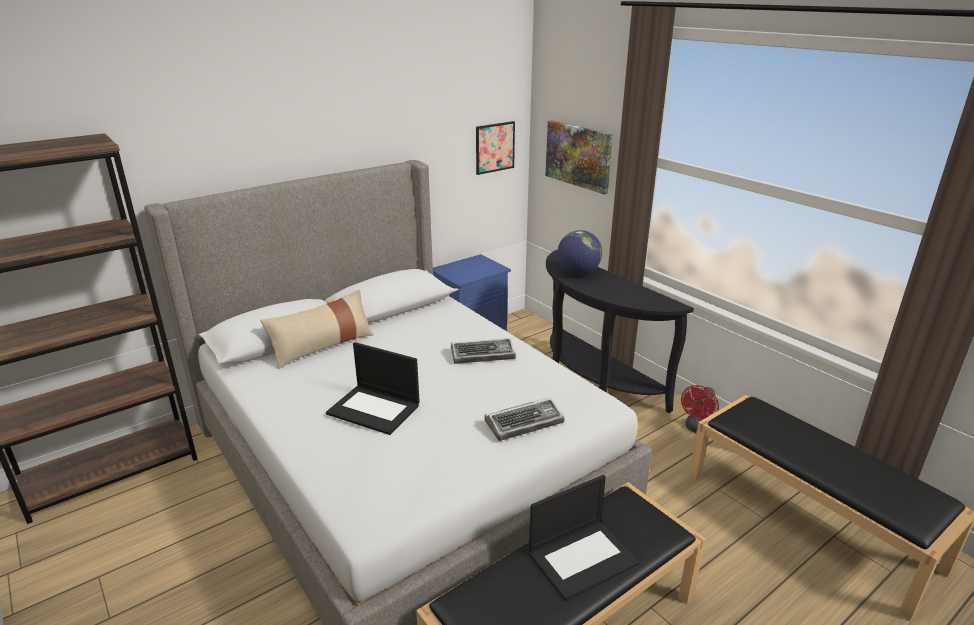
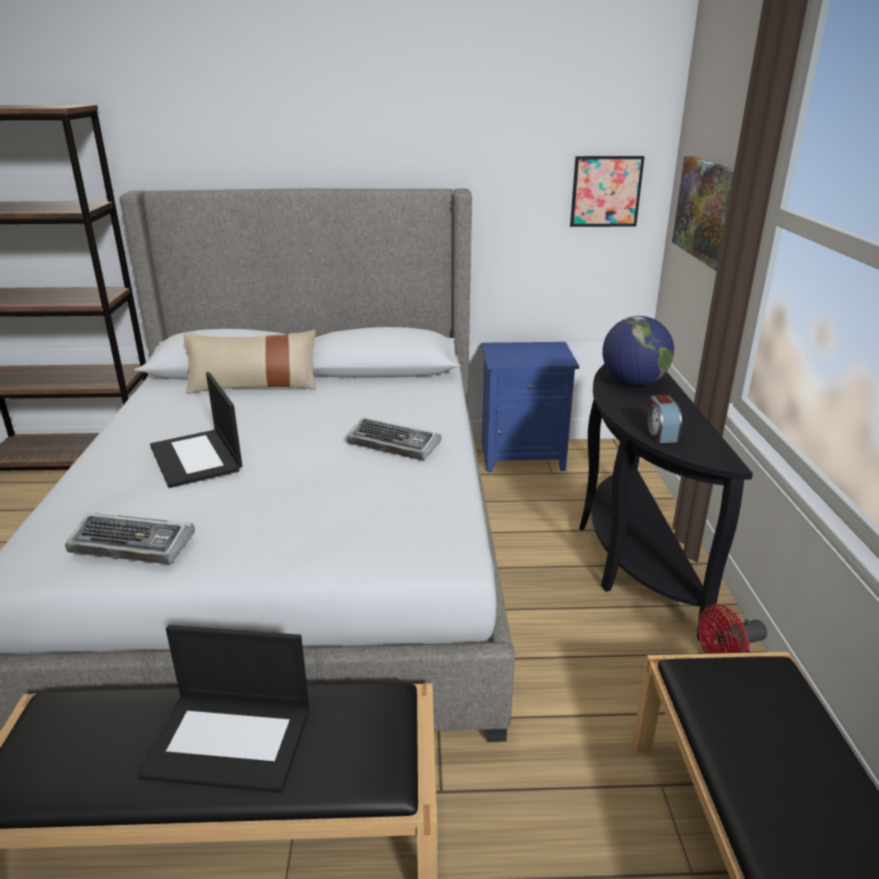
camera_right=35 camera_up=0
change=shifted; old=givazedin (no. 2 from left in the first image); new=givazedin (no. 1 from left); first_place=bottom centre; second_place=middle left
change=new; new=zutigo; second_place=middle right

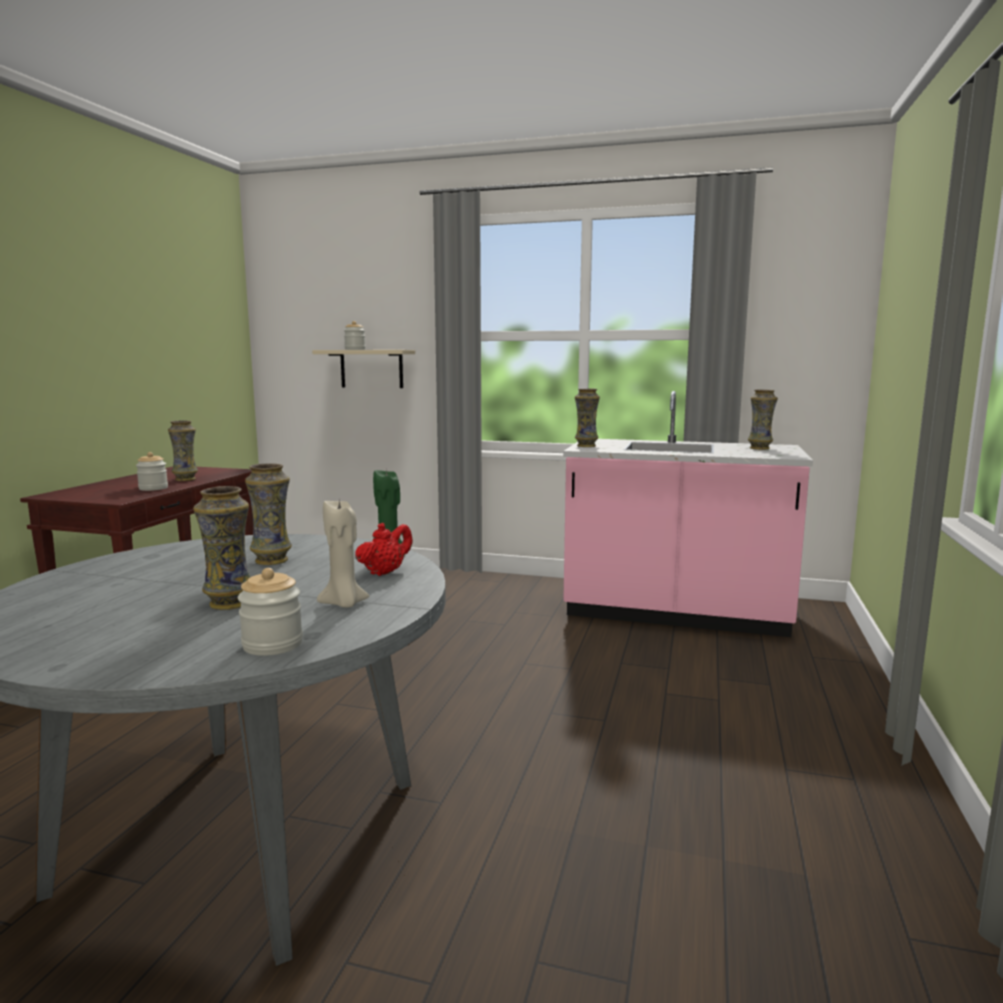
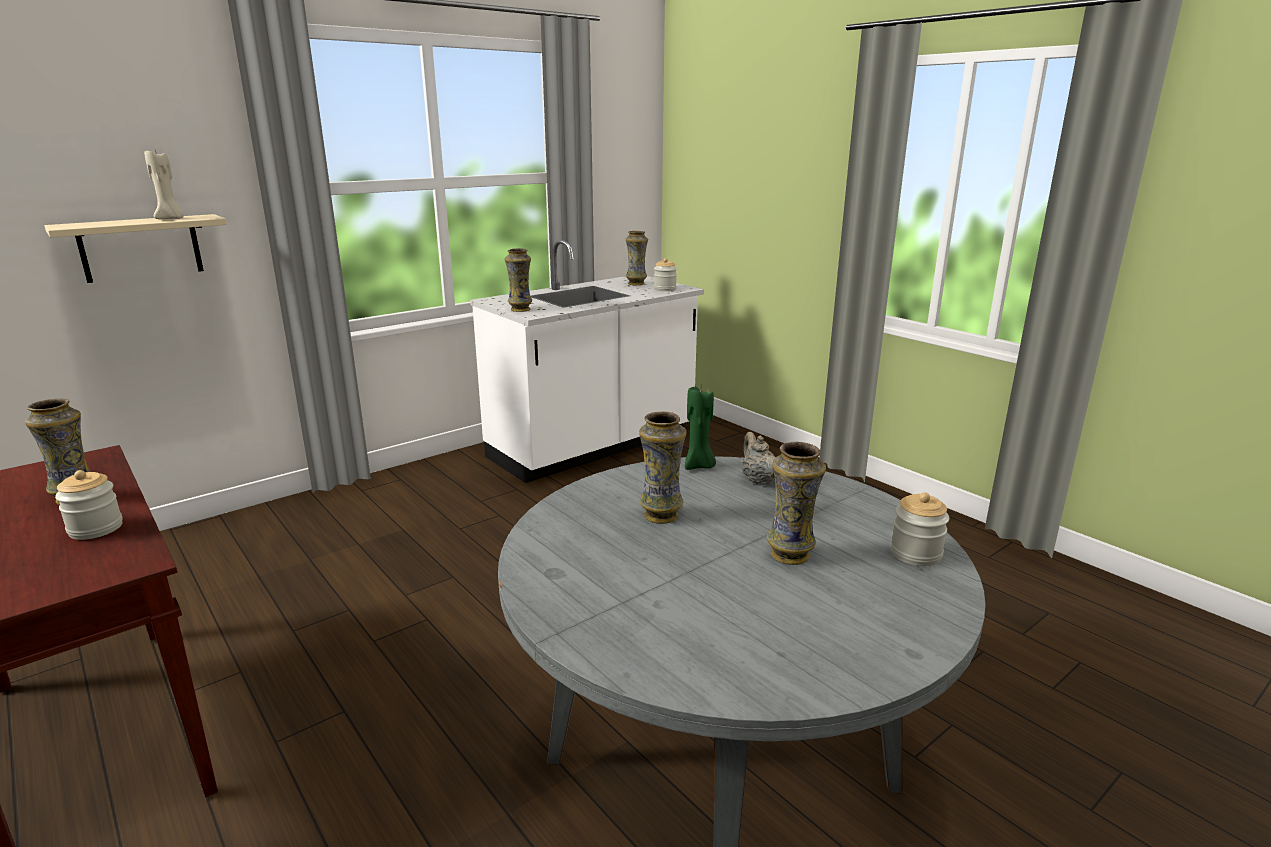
camera_right=-55 camera_up=10
change=shifted; old=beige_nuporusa; first_place=centre; second_place=top left
change=repainted; old=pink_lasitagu; new=white_lasitagu; first_place=middle right; second_place=centre
change=shifted; old=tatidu (no. 3 from left in the first image); new=tatidu (no. 2 from left); first_place=centre; second_place=top centre
change=repainted; old=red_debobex; new=beige_debobex; first_place=centre; second_place=centre

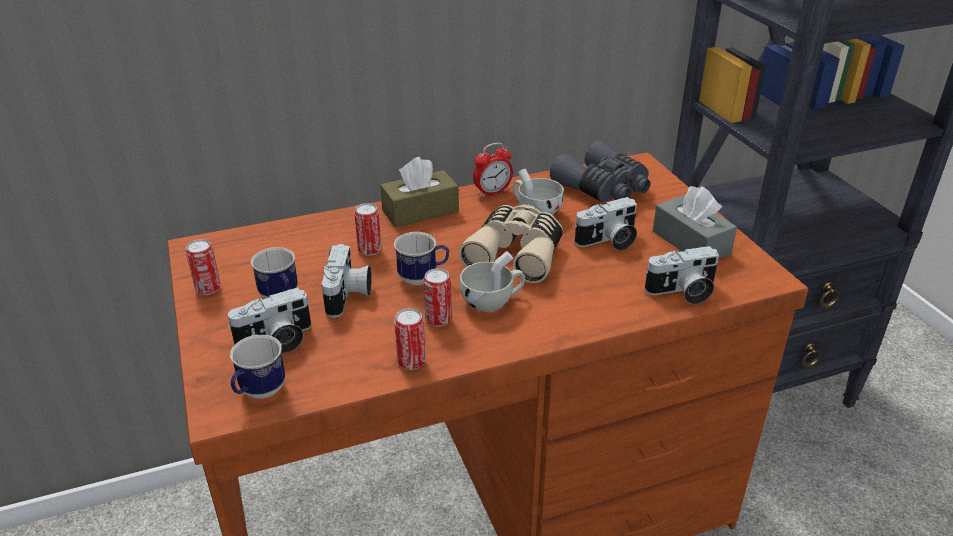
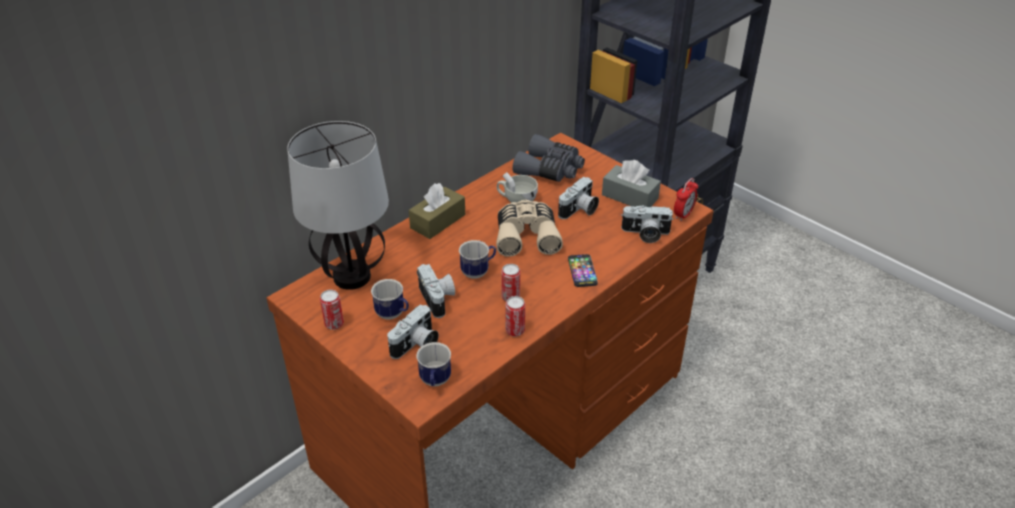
camera_right=-25 camera_up=5
change=new; new=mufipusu; second_place=middle left
change=new; new=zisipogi; second_place=centre
change=rotated; old=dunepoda (no. 4 from left); first_place=middle right; second_place=centre; degrees=45
change=shifted; old=zutigo; first_place=top centre; second_place=middle right
change=gone; old=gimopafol (no. 2 from left); first_place=centre
change=gone; old=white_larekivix (no. 1 from left); first_place=centre

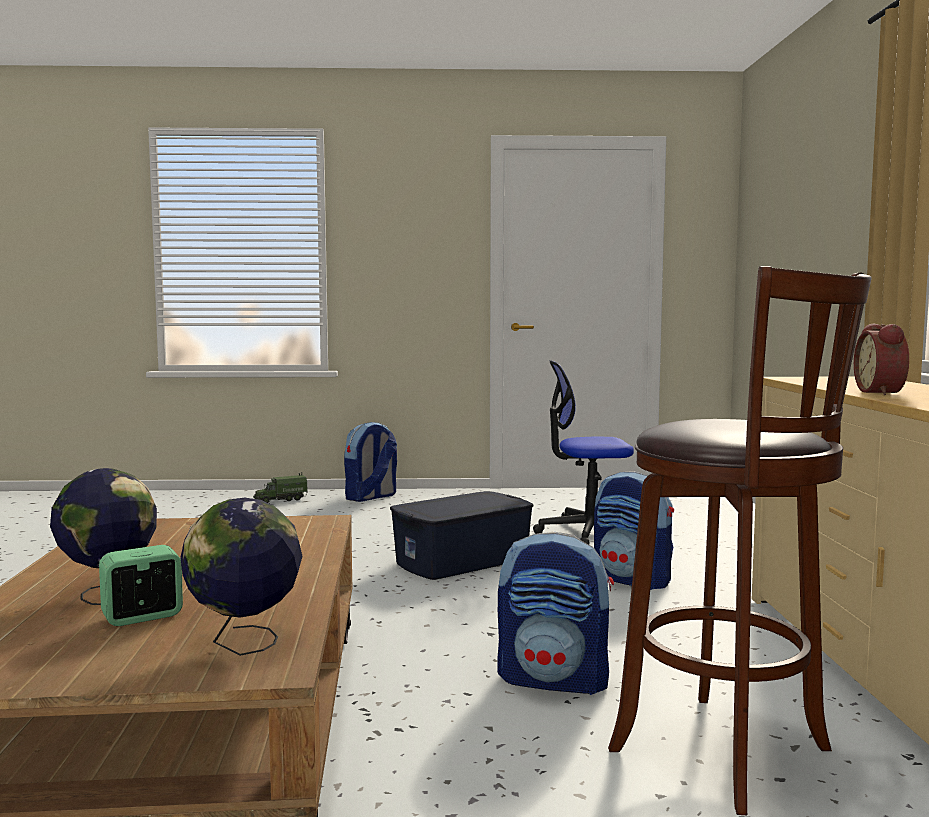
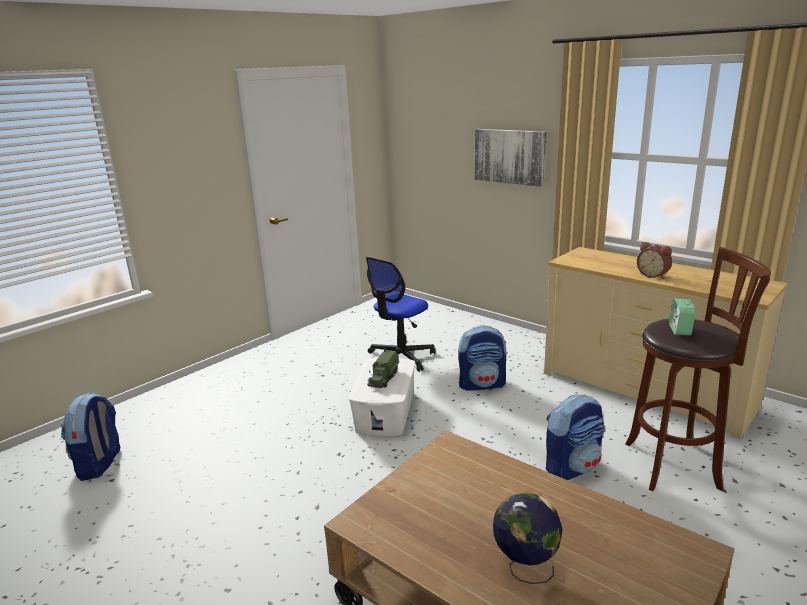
camera_right=-45 camera_up=15
change=shifted; old=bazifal (no. 1 from left); first_place=centre; second_place=bottom left
change=repainted; old=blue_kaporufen; new=white_kaporufen; first_place=centre; second_place=centre
change=shifted; old=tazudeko; first_place=middle left; second_place=centre
change=new; new=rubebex; second_place=top centre
change=shifted; old=zutigo (no. 1 from left in the first image); new=zutigo (no. 2 from left); first_place=bottom left; second_place=middle right
change=gone; old=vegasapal (no. 2 from left); first_place=bottom left

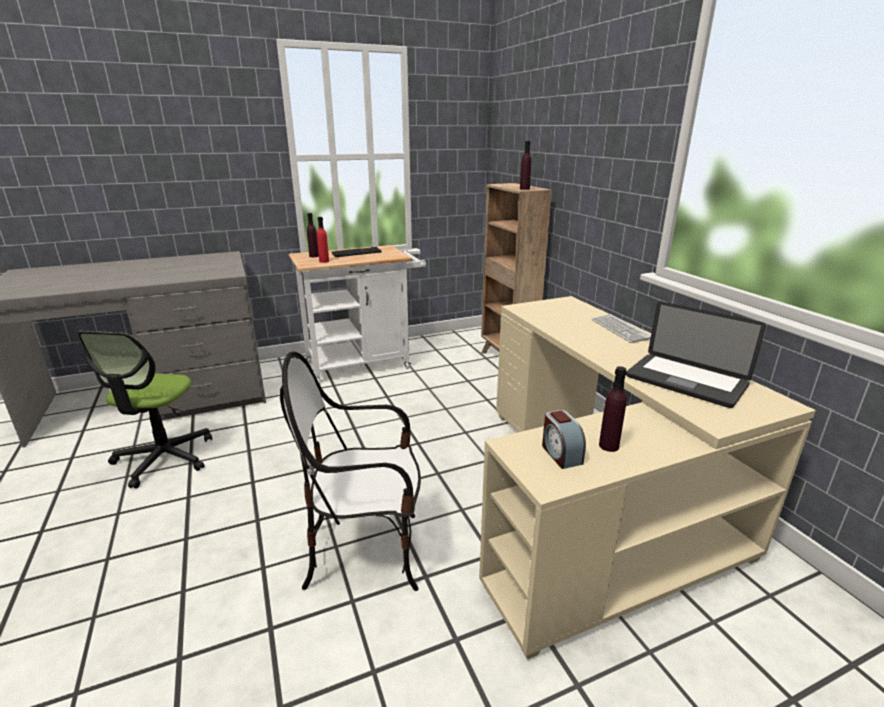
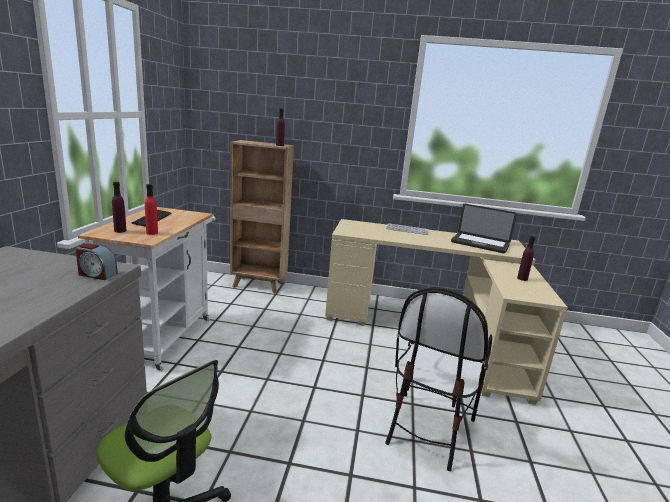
camera_right=-60 camera_up=-5
change=shifted; old=zutigo; first_place=centre; second_place=middle left
change=rotated; old=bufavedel; first_place=middle right; second_place=middle right; degrees=45

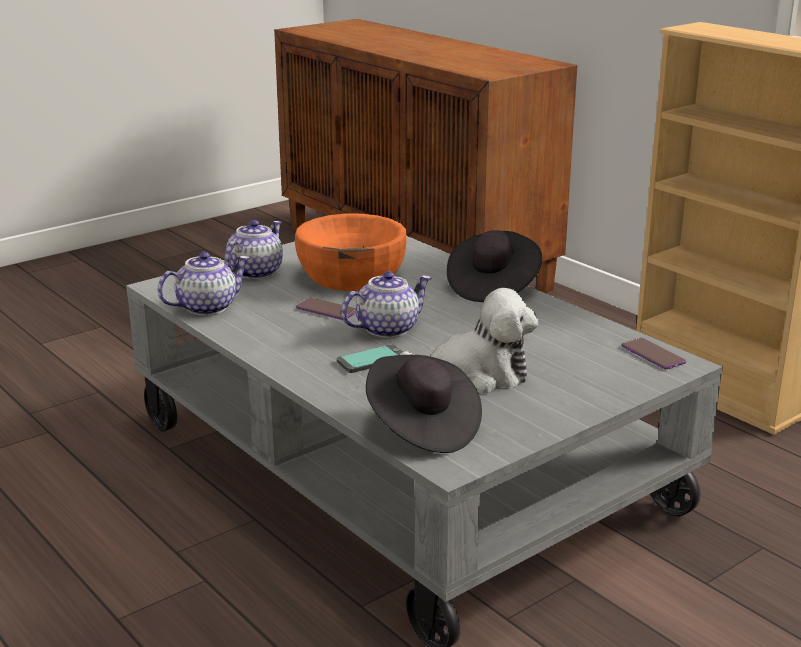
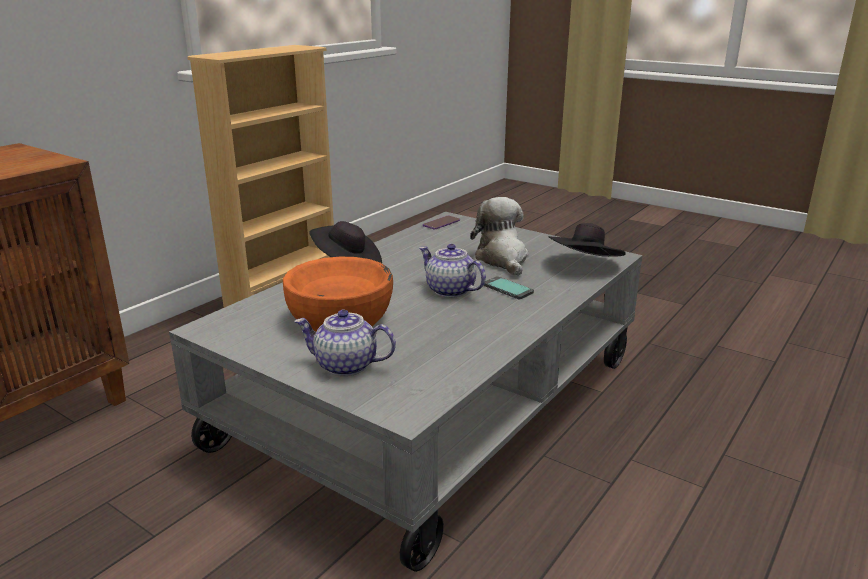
camera_right=-105 camera_up=0
change=gone; old=debobex (no. 1 from left); first_place=middle left
change=gone; old=zisipogi (no. 1 from left); first_place=centre

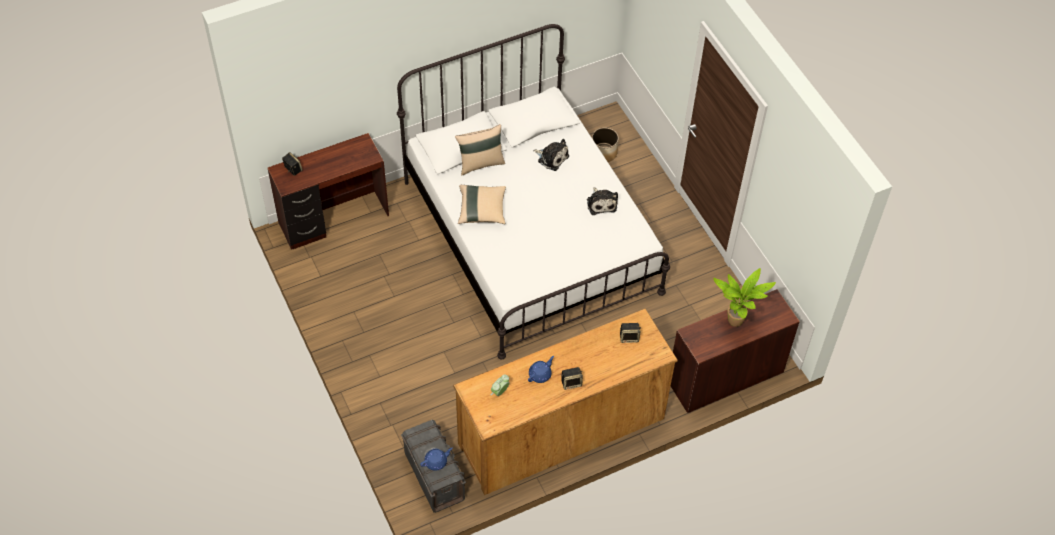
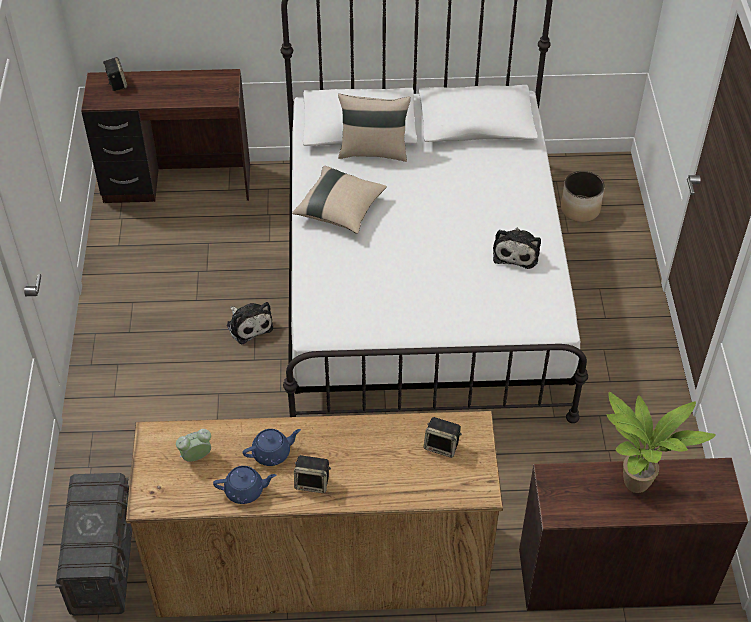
camera_right=25 camera_up=-5
change=shifted; old=blue_debobex (no. 1 from left); first_place=bottom centre; second_place=bottom left
change=shifted; old=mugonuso (no. 1 from left); first_place=top centre; second_place=middle left

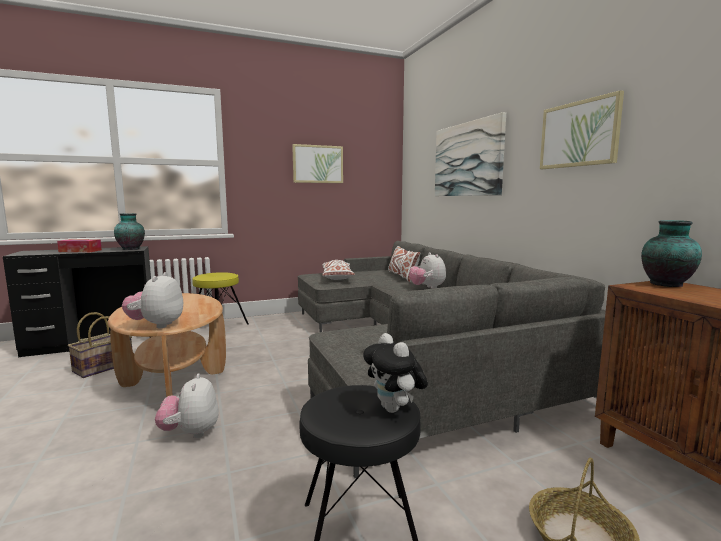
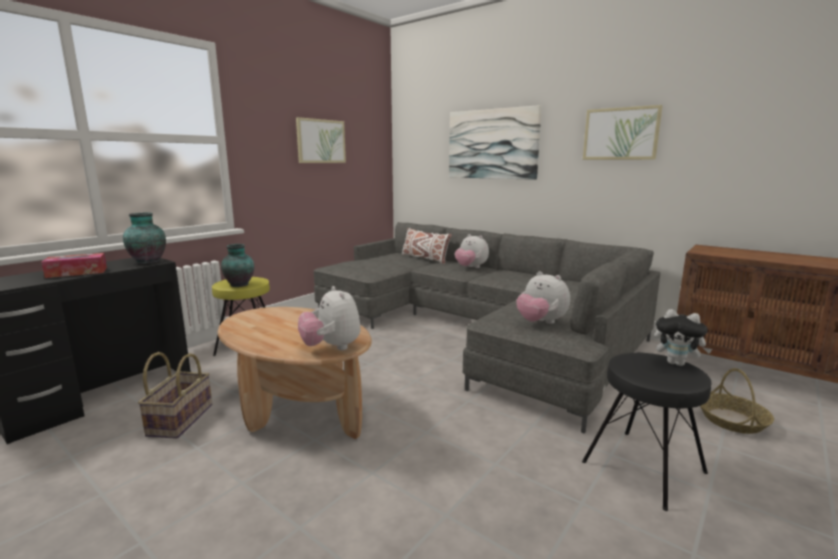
camera_right=-30 camera_up=5
change=shifted; old=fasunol (no. 2 from left); first_place=middle right; second_place=middle left
change=shifted; old=mugonuso (no. 2 from left in the first image); new=mugonuso (no. 3 from left); first_place=bottom left; second_place=centre
change=gone; old=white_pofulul (no. 1 from left); first_place=centre

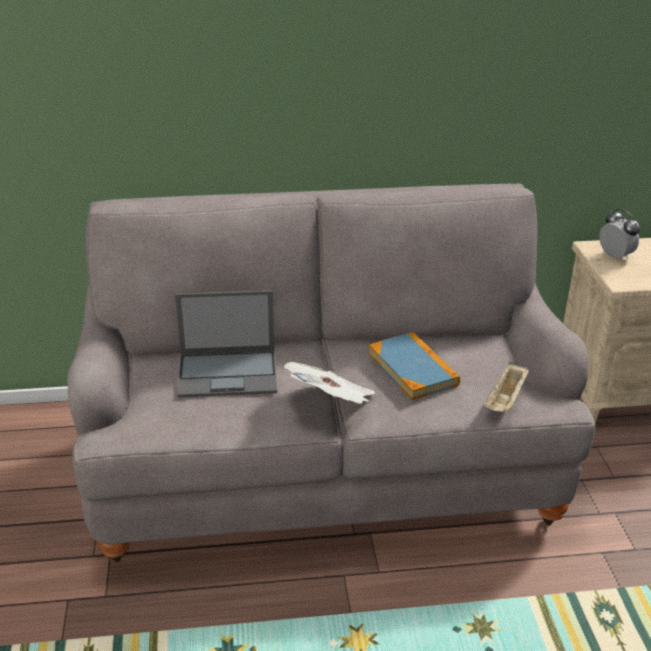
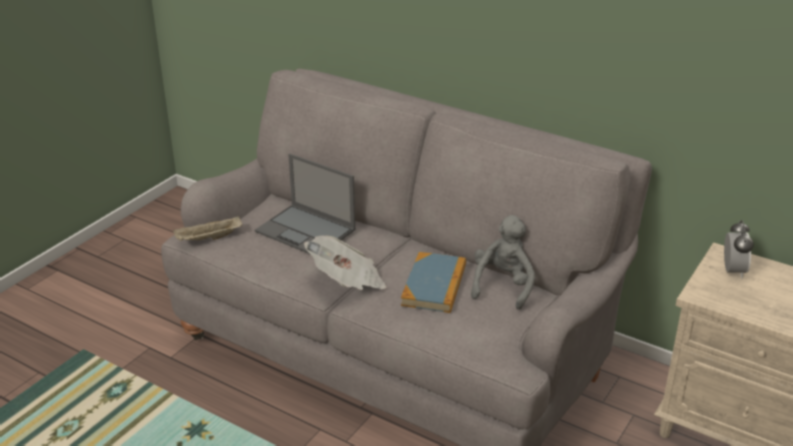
camera_right=40 camera_up=0
change=shifted; old=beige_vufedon; first_place=middle right; second_place=middle left
change=new; new=grey_mugonuso; second_place=centre

